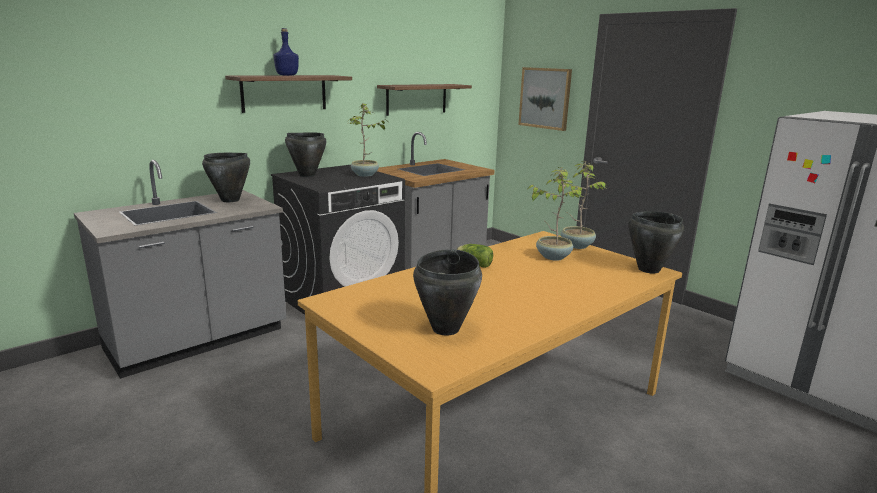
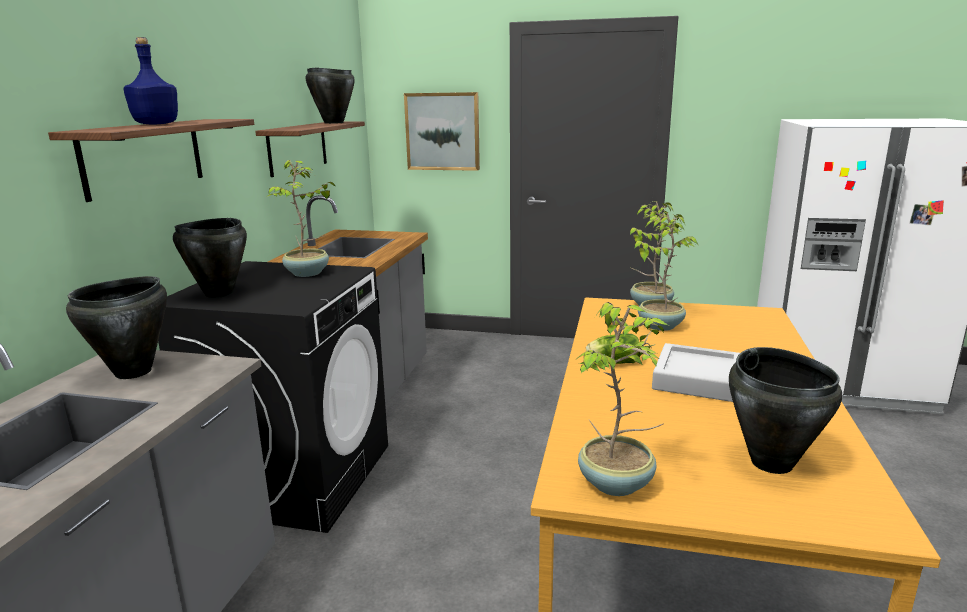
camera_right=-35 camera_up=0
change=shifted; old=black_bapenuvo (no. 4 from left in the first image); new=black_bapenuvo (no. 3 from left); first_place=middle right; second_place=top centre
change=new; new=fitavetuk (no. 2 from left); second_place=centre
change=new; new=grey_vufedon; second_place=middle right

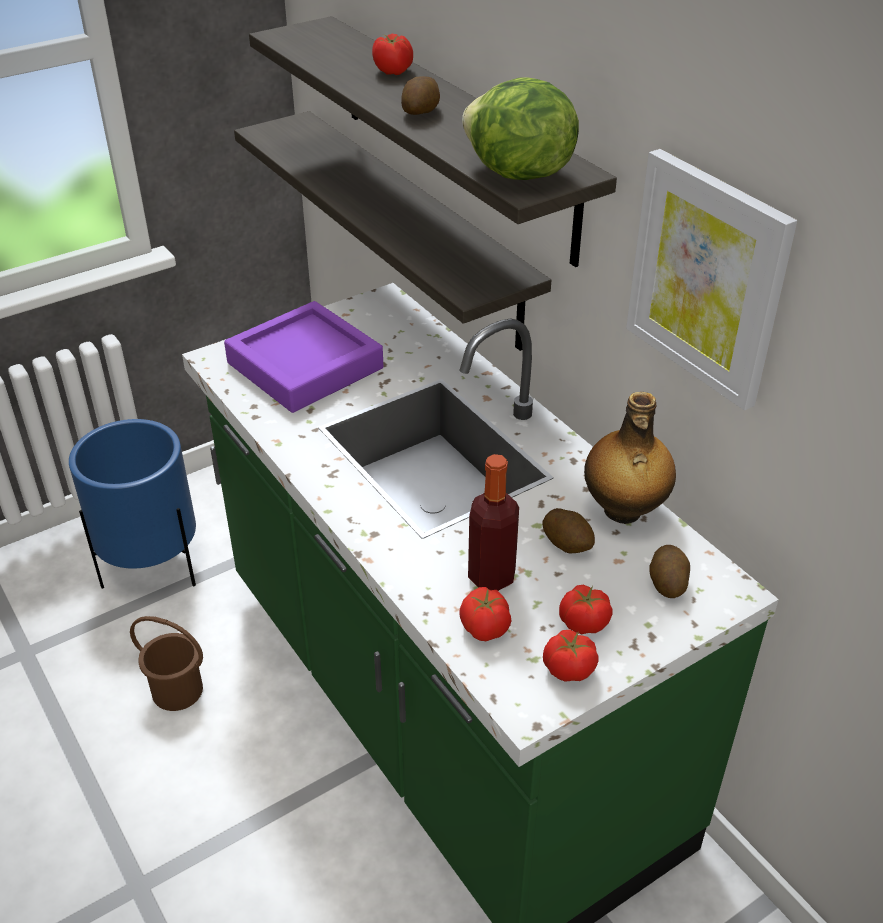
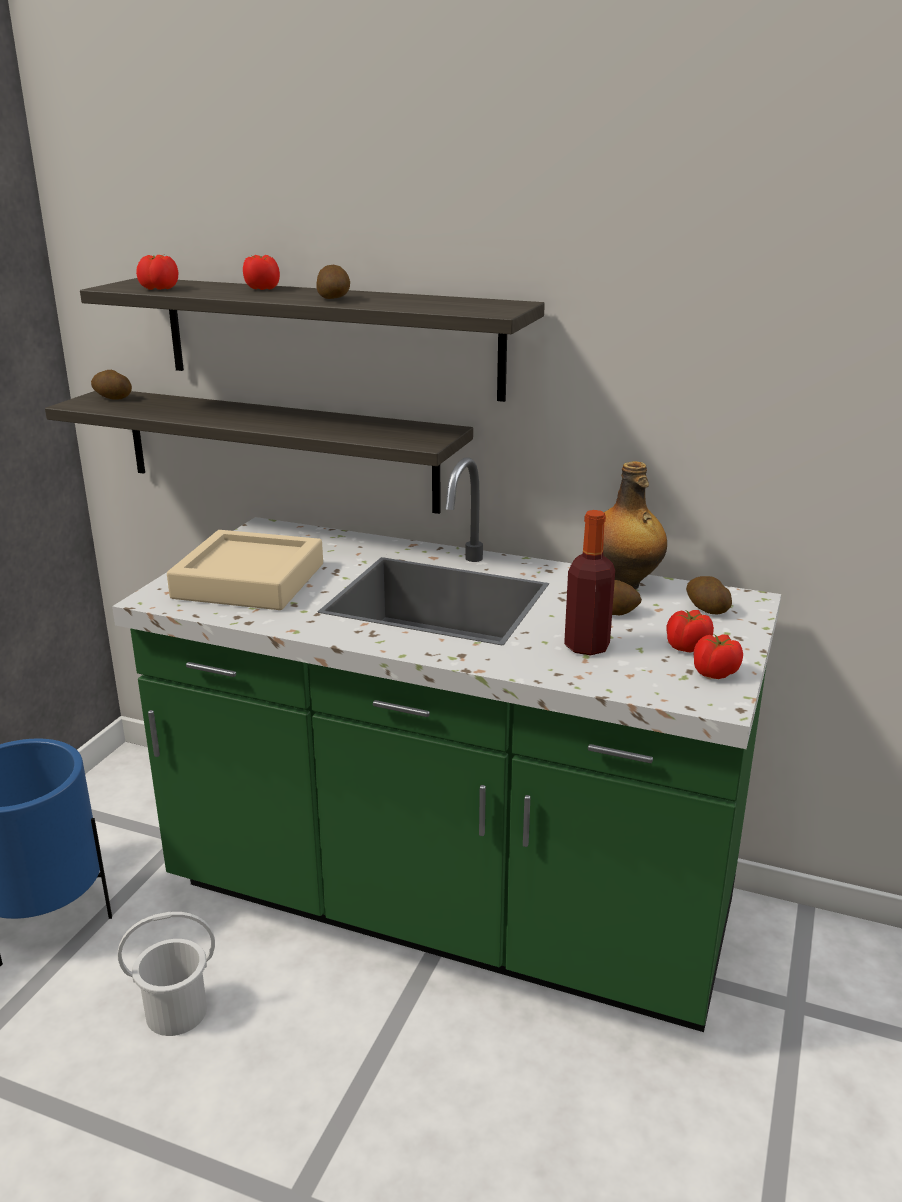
camera_right=-35 camera_up=-15
change=new; new=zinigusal (no. 1 from left); second_place=top left
change=repainted; old=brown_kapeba; new=white_kapeba; first_place=bottom left; second_place=bottom left
change=shifted; old=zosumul (no. 2 from left in the first image); new=zosumul (no. 1 from left); first_place=centre; second_place=top left
change=repainted; old=purple_vufedon; new=beige_vufedon; first_place=centre; second_place=middle left
change=gone; old=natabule; first_place=top centre
change=gone; old=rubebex; first_place=top right

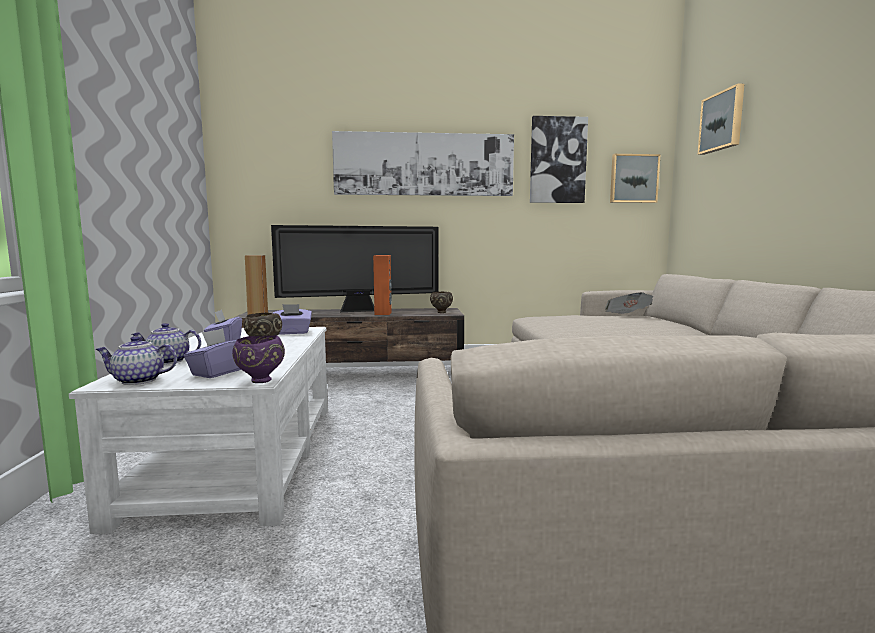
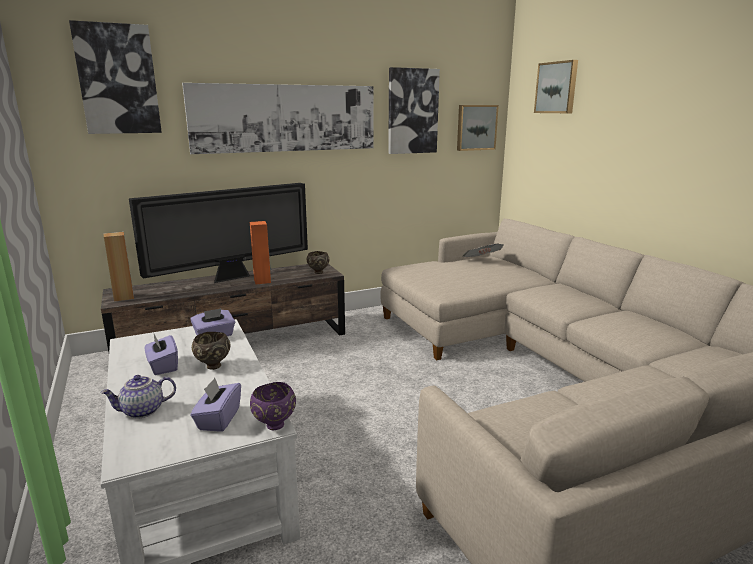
camera_right=-20 camera_up=10
change=new; new=rubebex (no. 1 from left); second_place=top left
change=gone; old=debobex (no. 1 from left); first_place=middle left

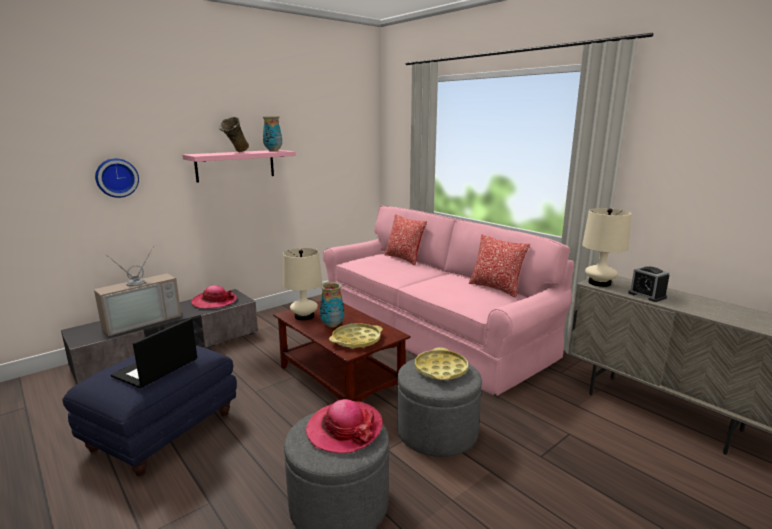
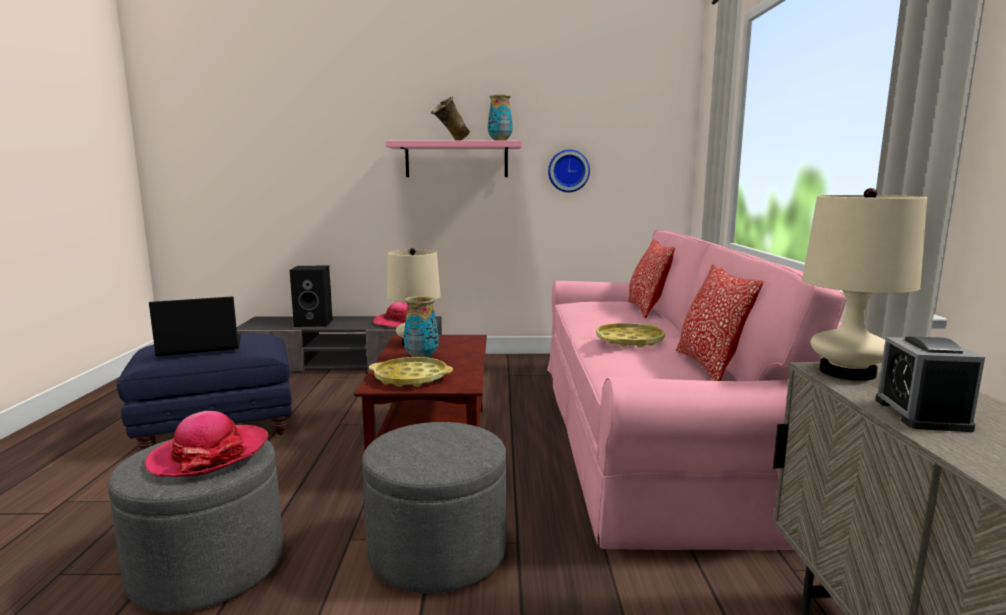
camera_right=40 camera_up=-5
change=swapped; old=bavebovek; new=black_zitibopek; first_place=middle left; second_place=middle left
change=shifted; old=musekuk; first_place=middle left; second_place=top centre
change=shifted; old=yellow_vufedon (no. 2 from left); first_place=bottom centre; second_place=centre

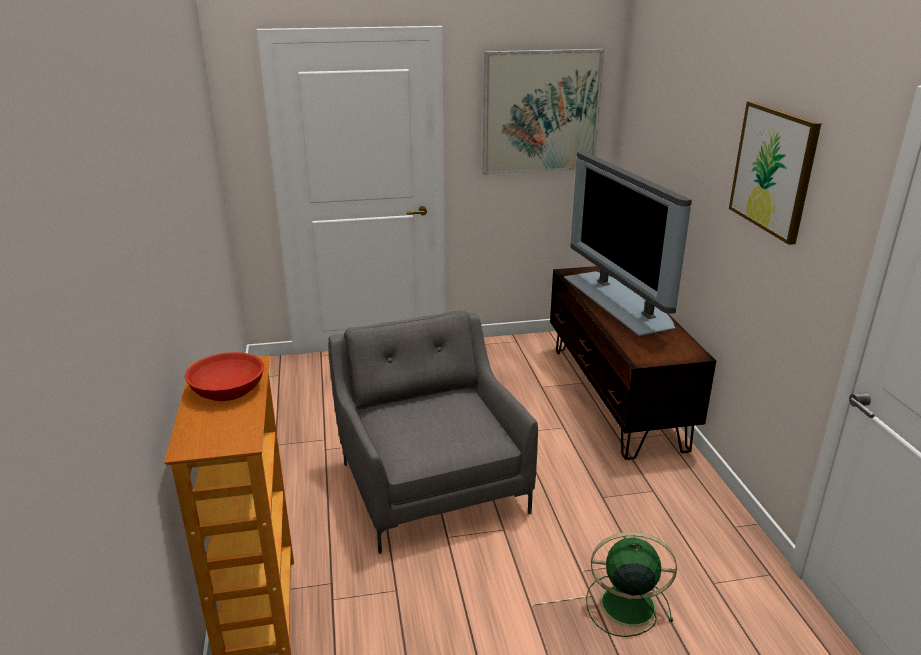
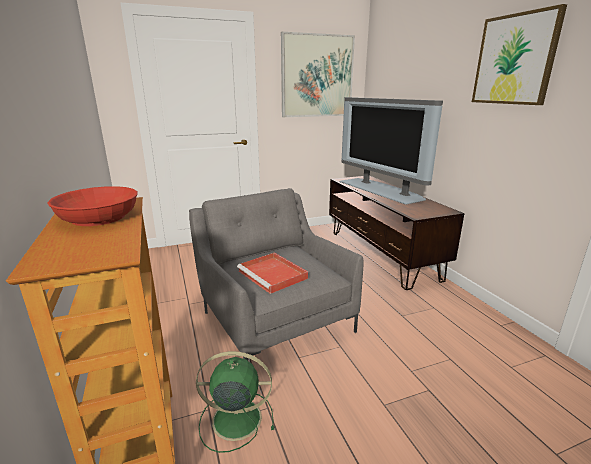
camera_right=-10 camera_up=-5
change=shifted; old=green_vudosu; first_place=bottom right; second_place=bottom centre
change=new; new=red_vufedon; second_place=centre

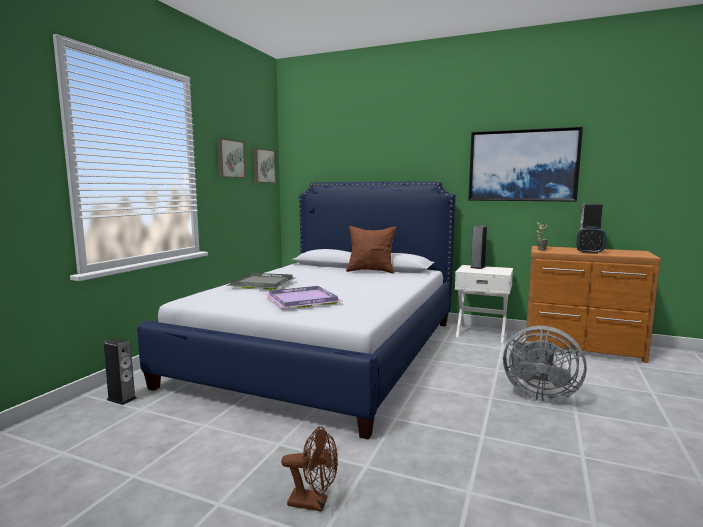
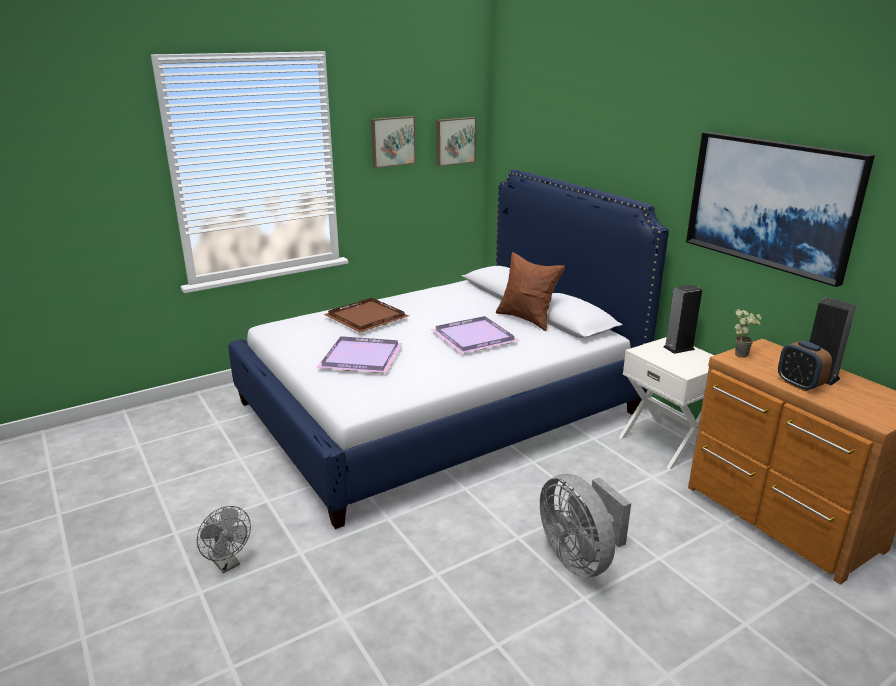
camera_right=35 camera_up=15
change=repainted; old=brown_vudosu; new=grey_vudosu (no. 1 from left); first_place=bottom centre; second_place=bottom left
change=repainted; old=grey_vufedon; new=brown_vufedon; first_place=centre; second_place=centre
change=new; new=purple_vufedon (no. 2 from left); second_place=centre
change=gone; old=zitibopek (no. 1 from left); first_place=bottom left

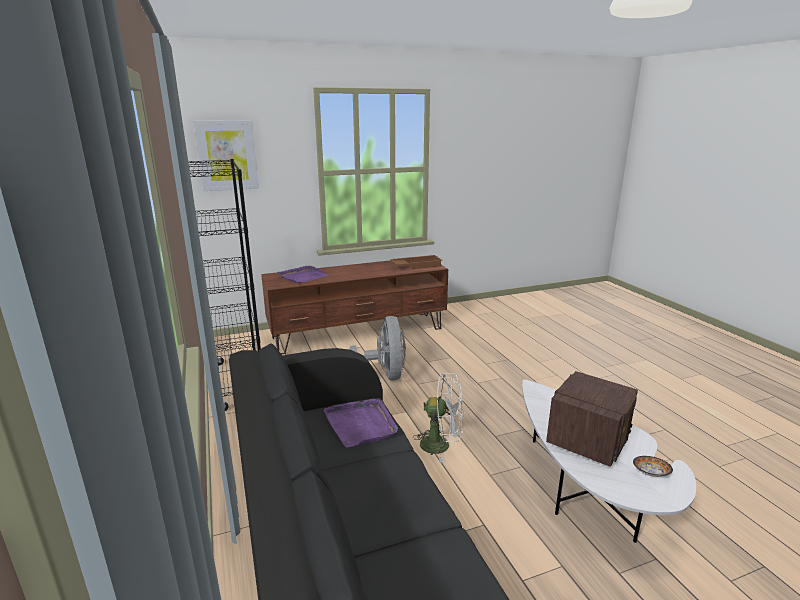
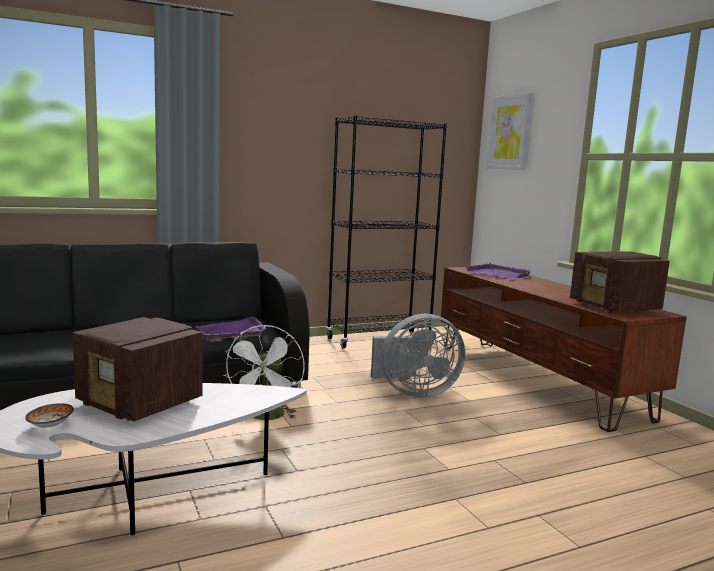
camera_right=85 camera_up=-10
change=swapped; old=brown_vufedon; new=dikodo (no. 2 from left); first_place=centre; second_place=middle right

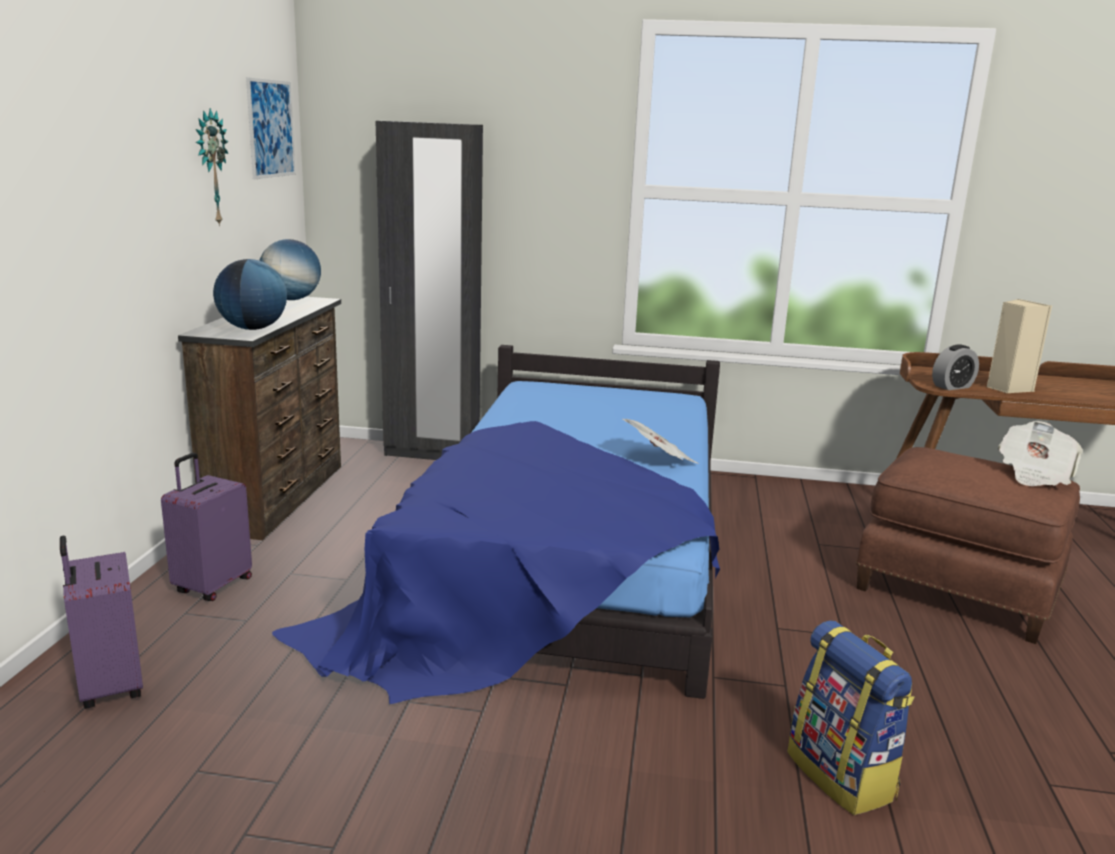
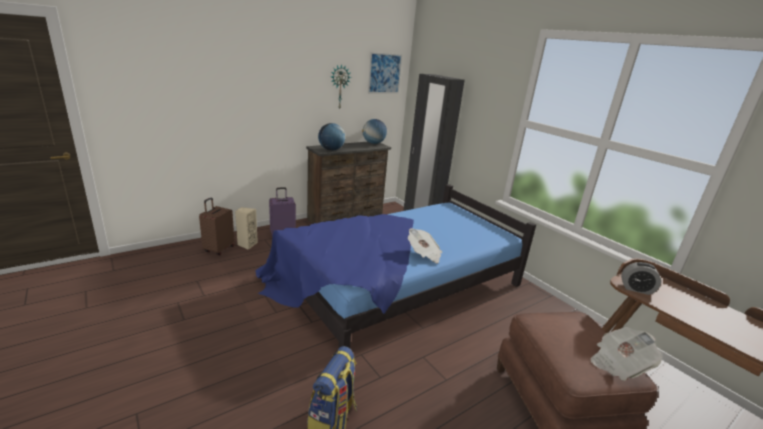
camera_right=45 camera_up=5
change=repainted; old=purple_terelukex (no. 1 from left); new=brown_terelukex; first_place=bottom left; second_place=middle left
change=shifted; old=beige_zitibopek; first_place=middle right; second_place=middle left

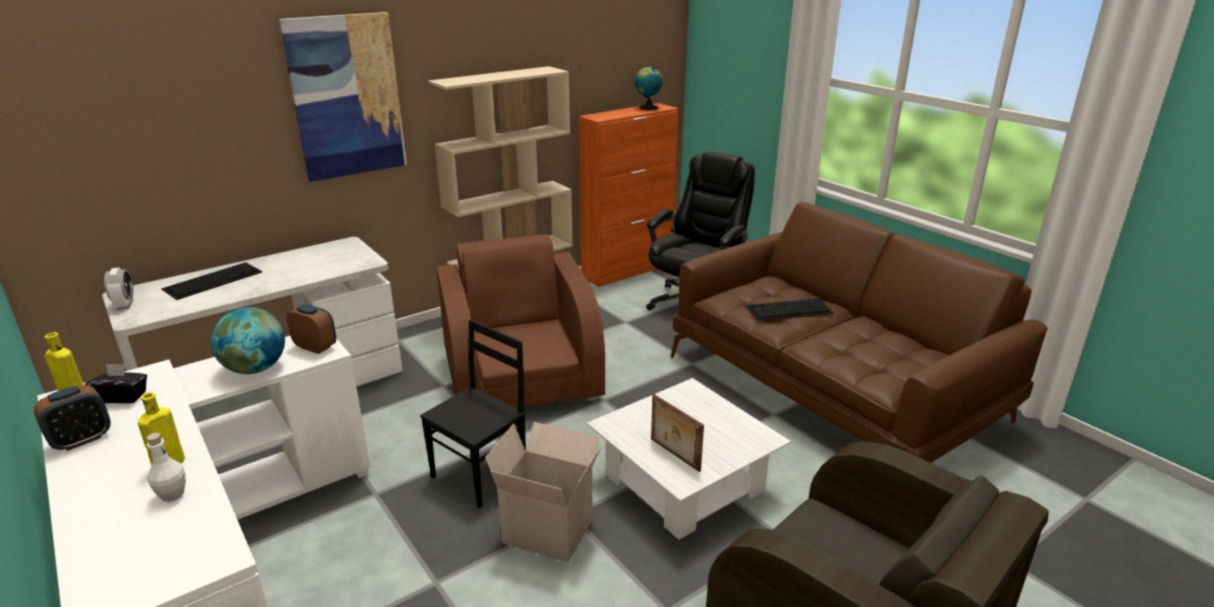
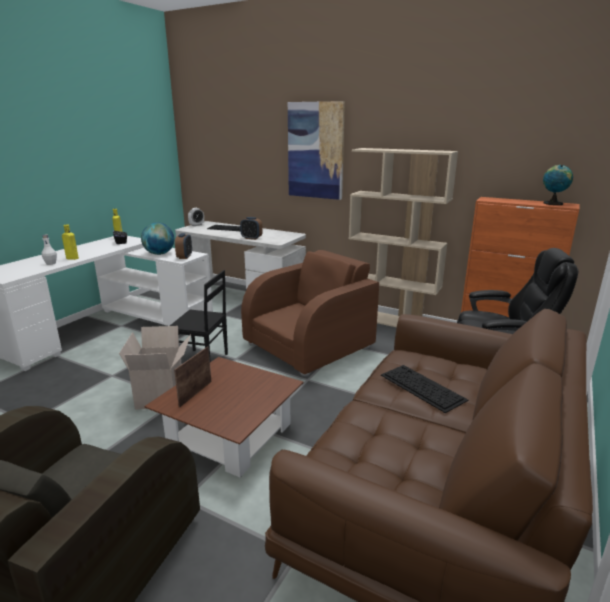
camera_right=65 camera_up=-5
change=repainted; old=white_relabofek; new=brown_relabofek; first_place=bottom centre; second_place=bottom centre
change=shifted; old=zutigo (no. 1 from left in the first image); new=zutigo (no. 3 from left); first_place=bottom left; second_place=centre

